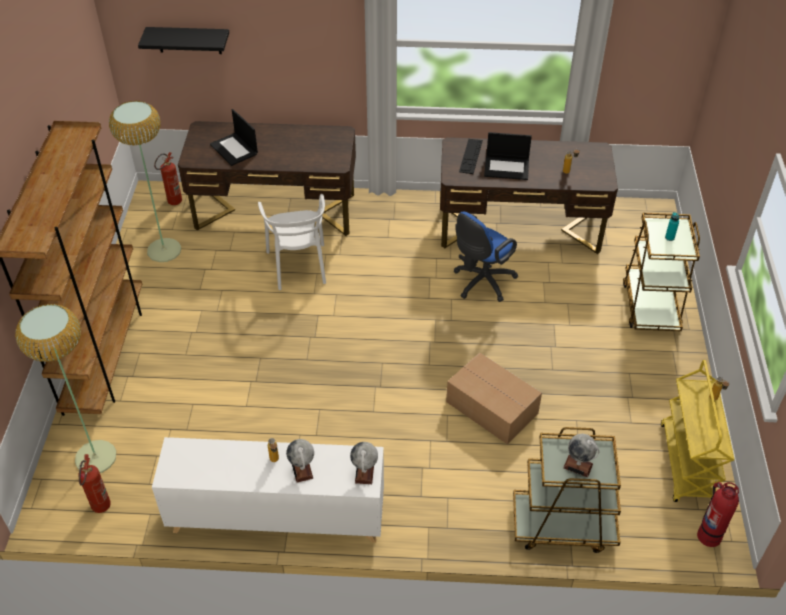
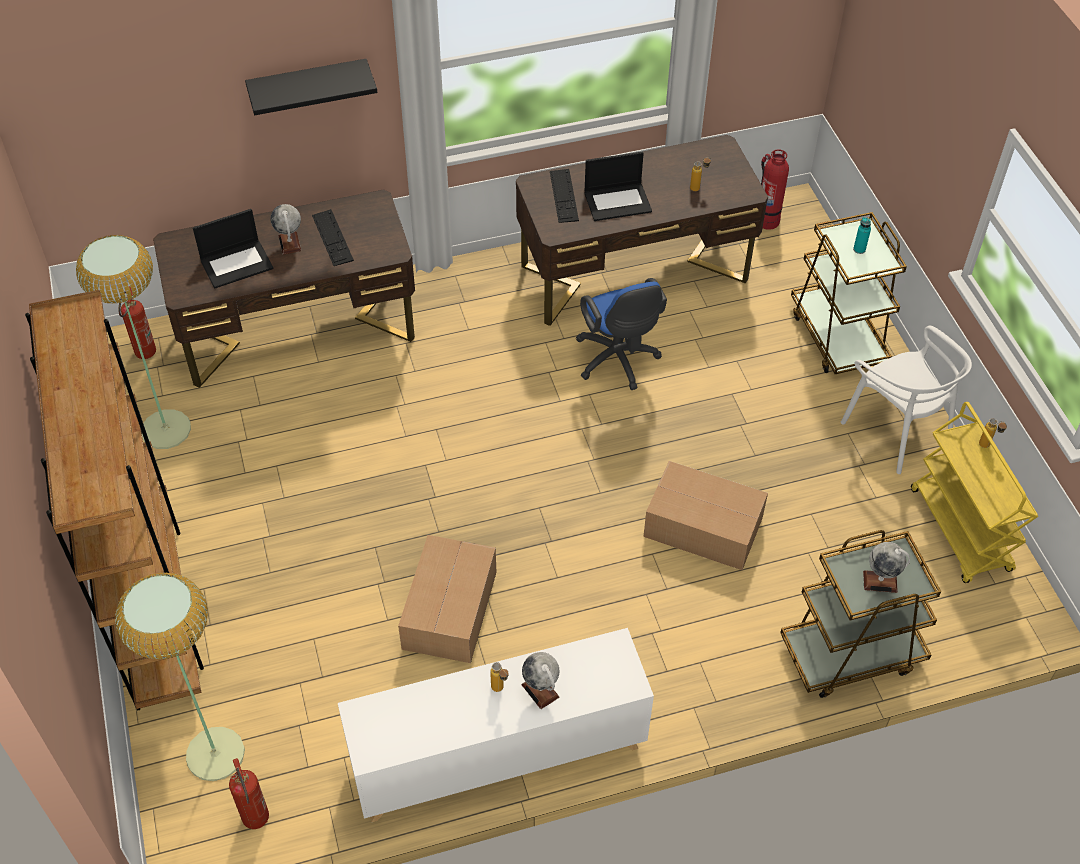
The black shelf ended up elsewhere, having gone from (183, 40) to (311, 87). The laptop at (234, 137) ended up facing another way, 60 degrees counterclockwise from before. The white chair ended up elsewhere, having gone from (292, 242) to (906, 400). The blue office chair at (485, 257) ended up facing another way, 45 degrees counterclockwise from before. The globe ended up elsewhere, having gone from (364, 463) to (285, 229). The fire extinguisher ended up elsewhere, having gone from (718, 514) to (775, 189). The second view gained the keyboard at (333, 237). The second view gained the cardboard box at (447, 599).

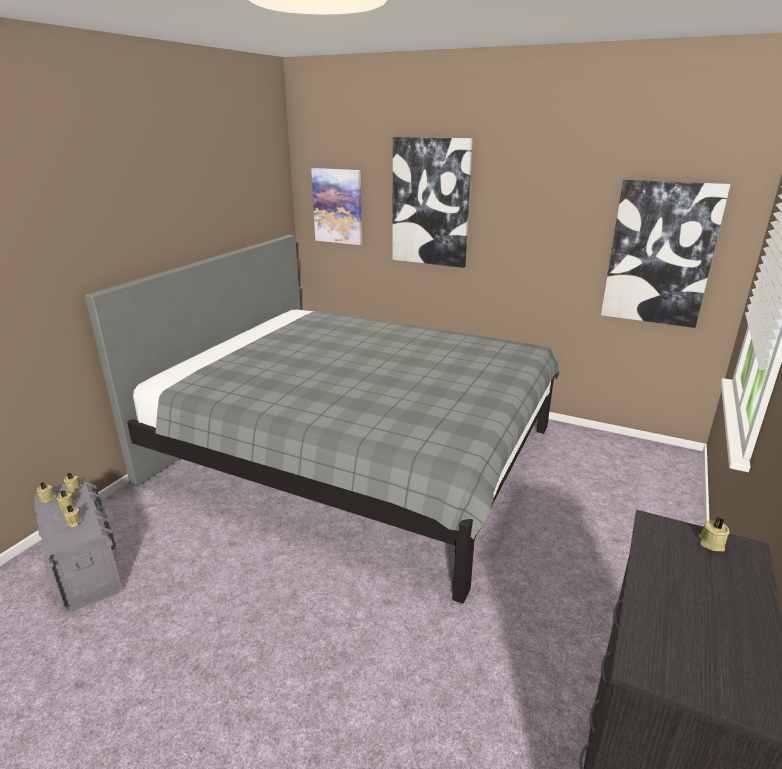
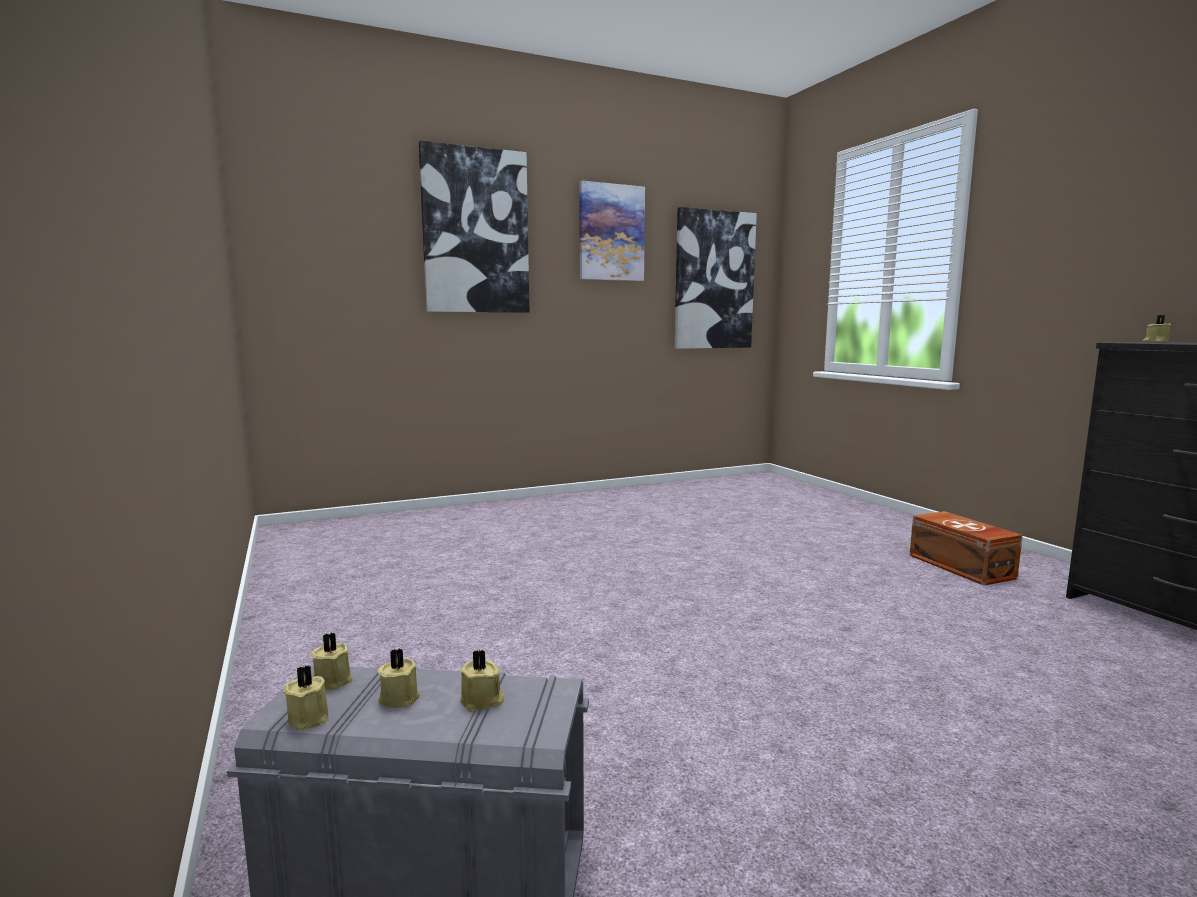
The picture ended up elsewhere, having gone from (336, 206) to (612, 231). The second view lost the grey bed at (322, 419). The second view gained the brown storage box at (966, 548).

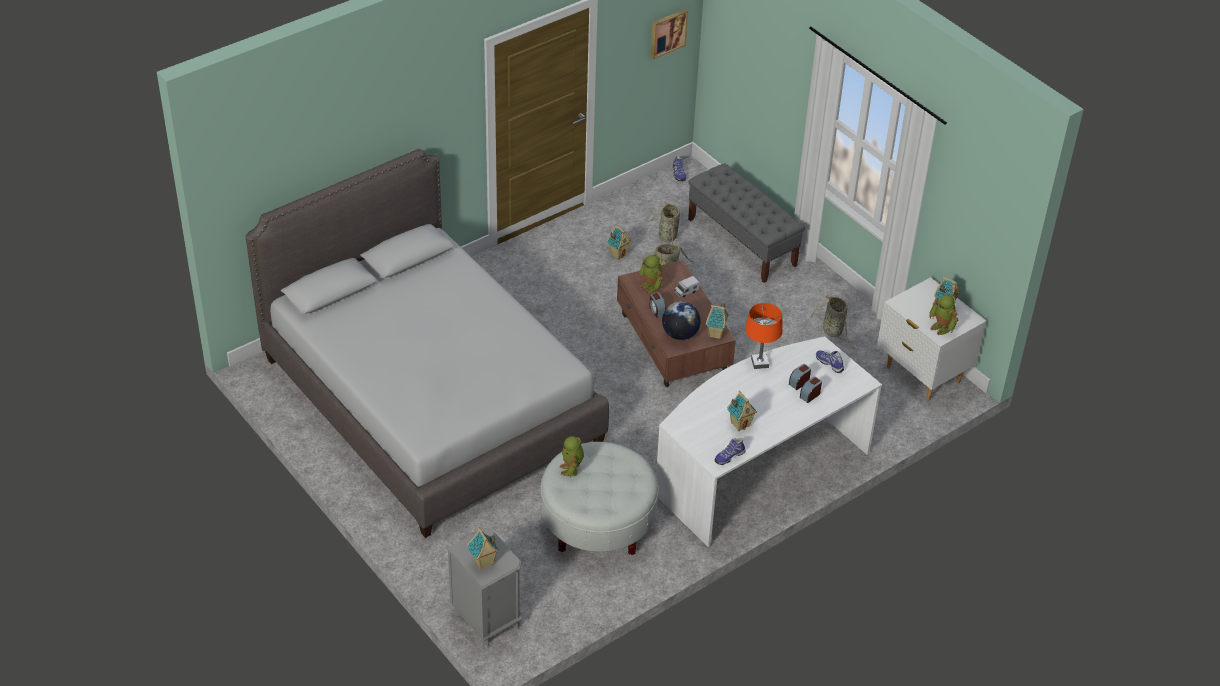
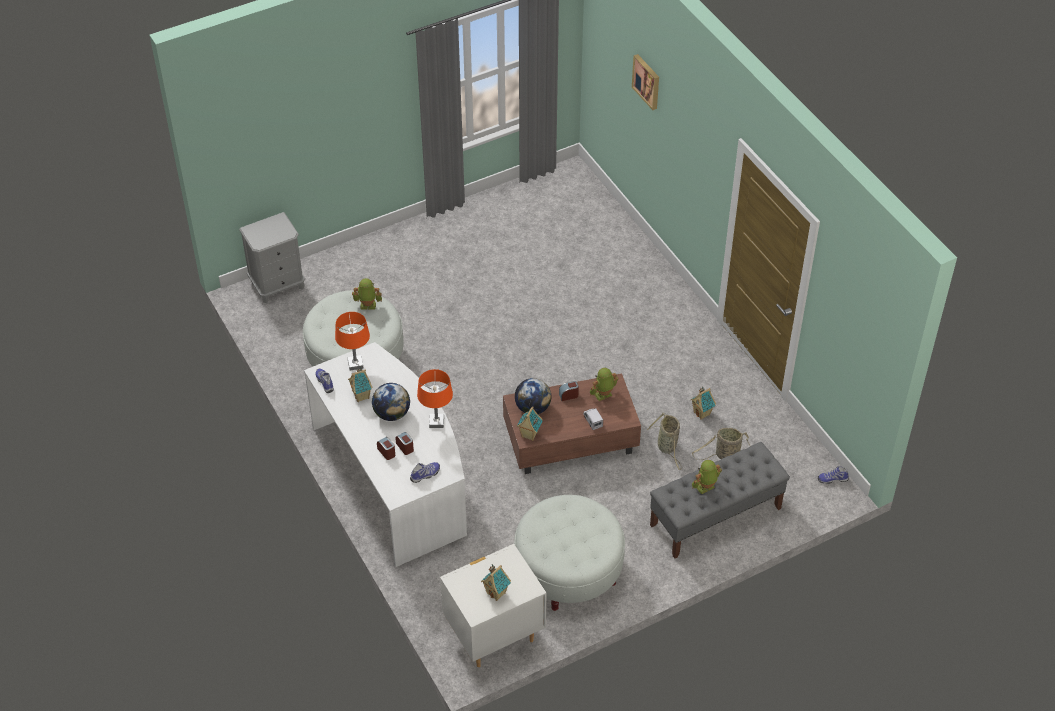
The picture ended up elsewhere, having gone from (669, 34) to (645, 82). The second view lost the grey bed at (427, 343). The toy robot ended up elsewhere, having gone from (943, 314) to (707, 477). Where the basket stood at (833, 322), the white ottoman came to stand at (569, 553). The second view lost the toy house at (483, 549). The second view gained the orange table lamp at (352, 341). The second view gained the globe at (391, 402).

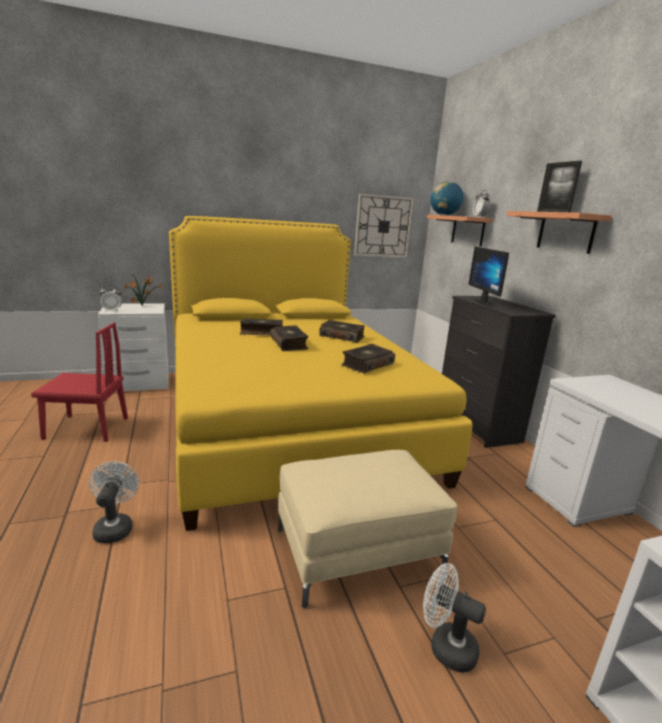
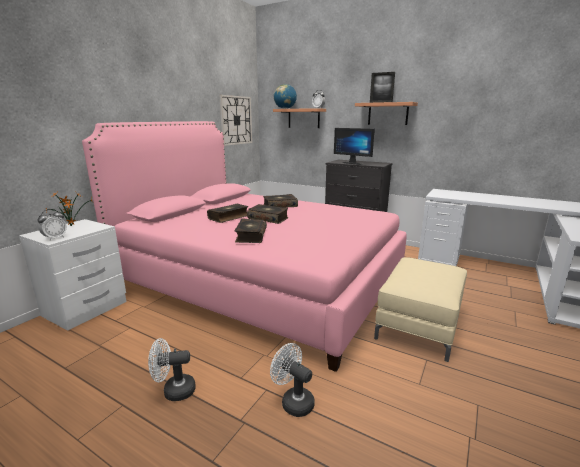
What was the yellow bed at (320, 373) turned into the pink bed at (244, 246). The second view lost the red chair at (79, 382). The book ended up elsewhere, having gone from (368, 358) to (250, 231). The white fan ended up elsewhere, having gone from (454, 618) to (172, 369).

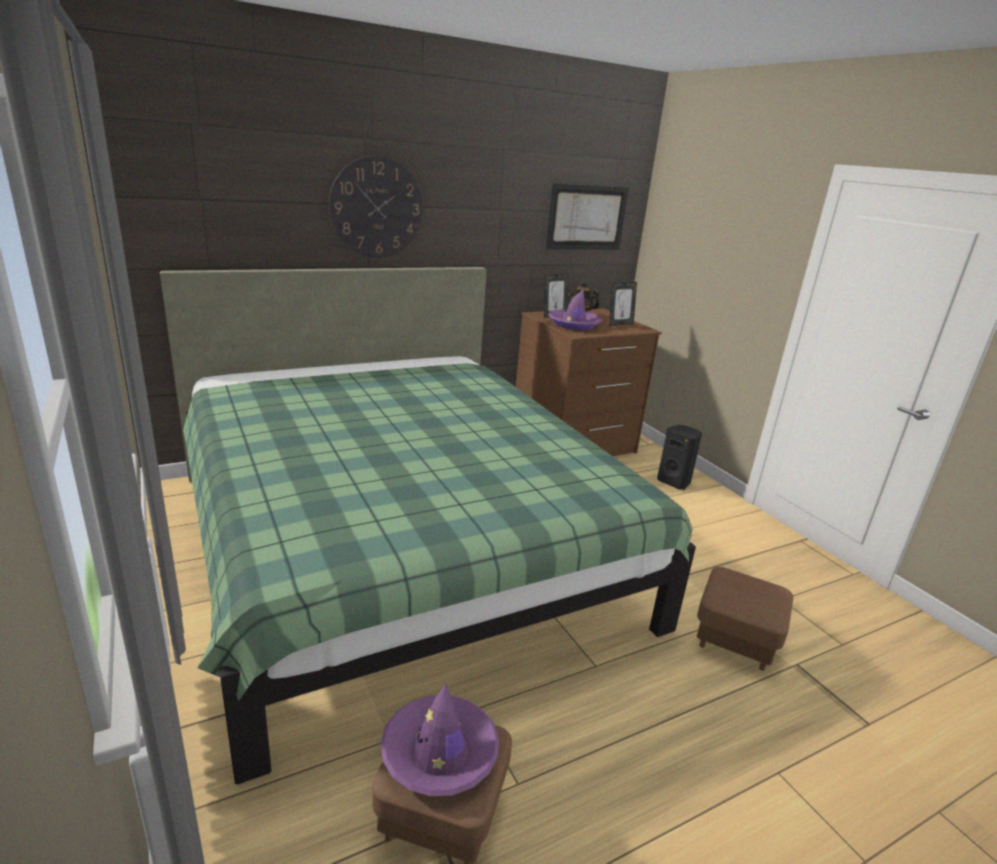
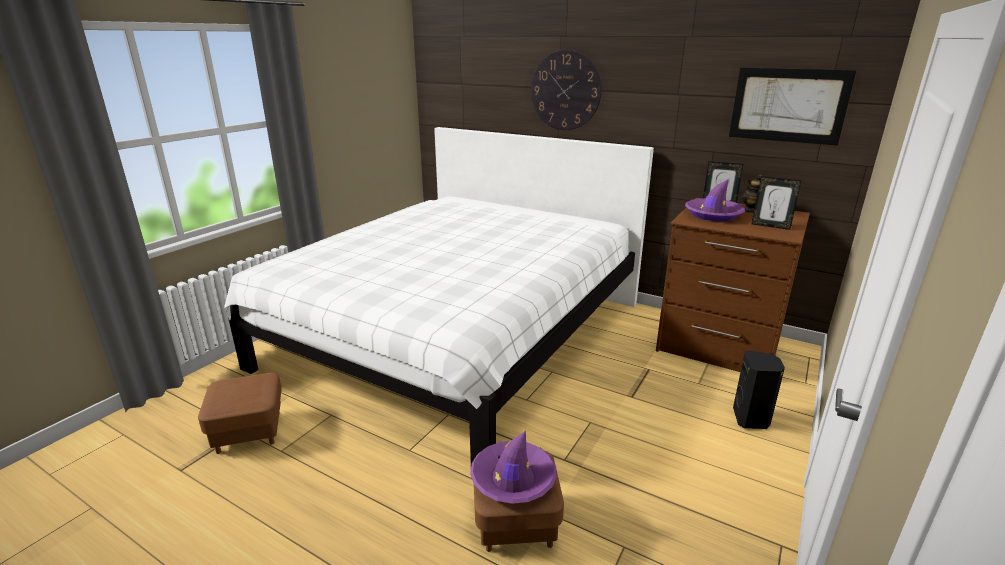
What was the green bed at (428, 525) turned into the white bed at (439, 295). The purple hat ended up elsewhere, having gone from (439, 739) to (513, 467).

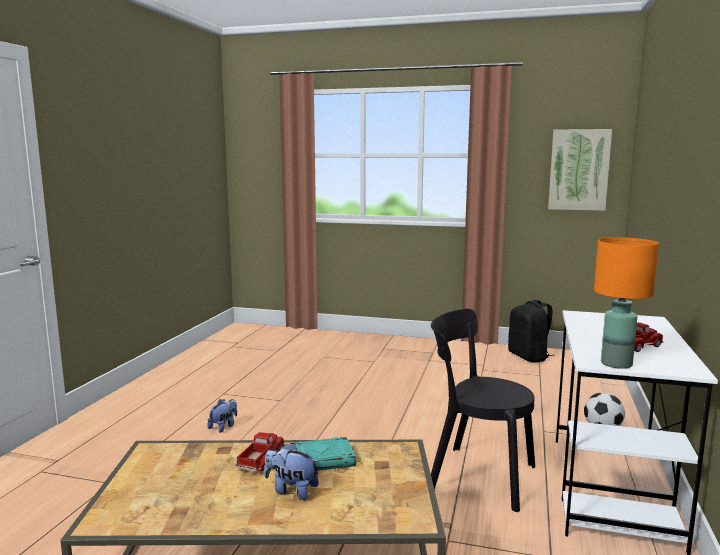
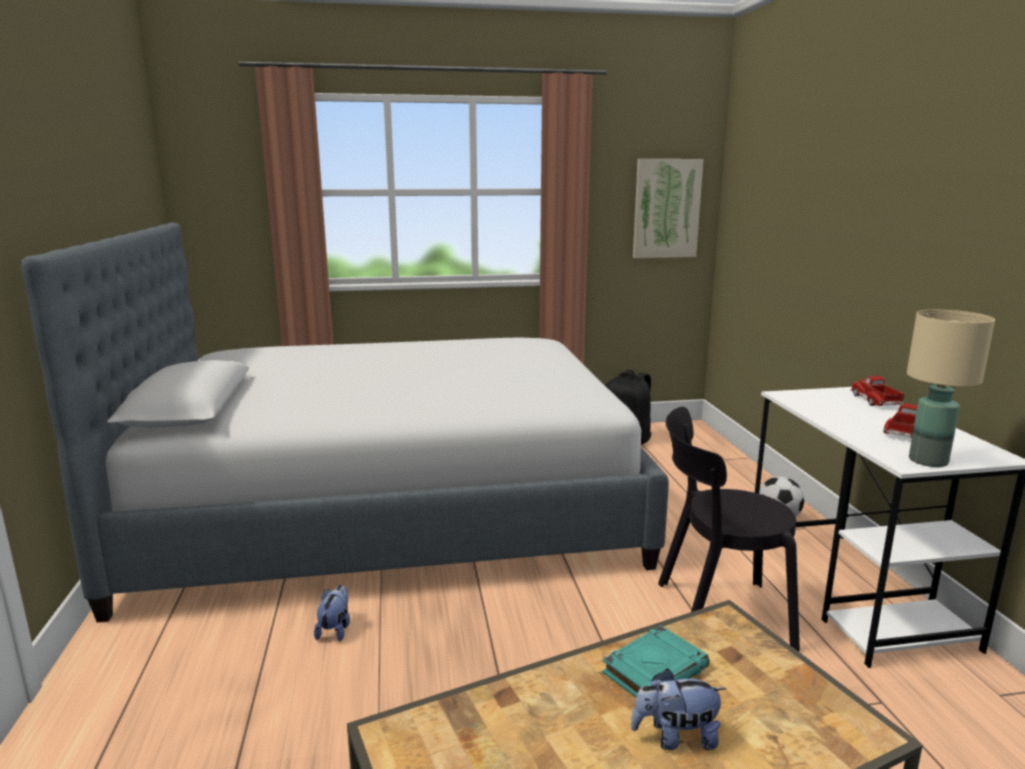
What was the orange table lamp at (626, 303) turned into the beige table lamp at (951, 388). The toy truck ended up elsewhere, having gone from (260, 452) to (877, 391). The second view gained the bed at (345, 422).

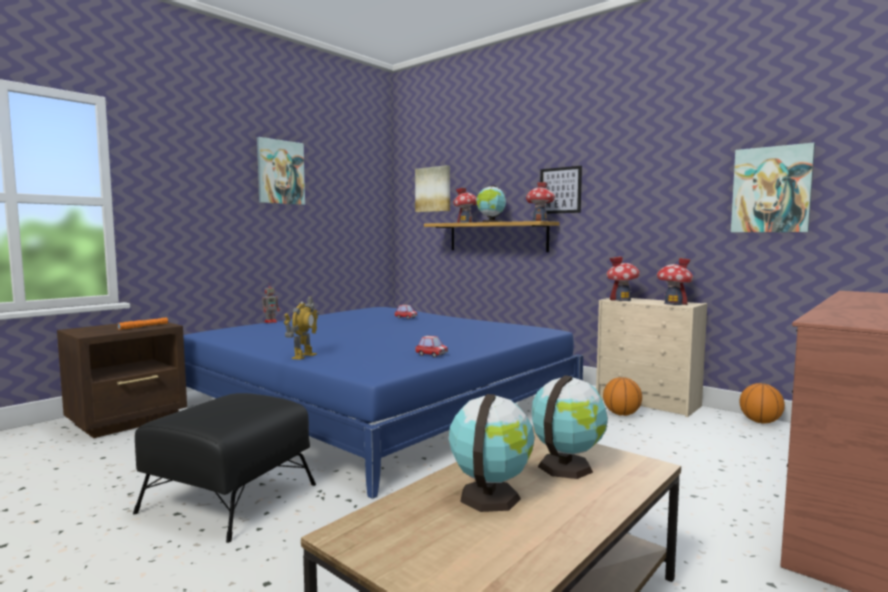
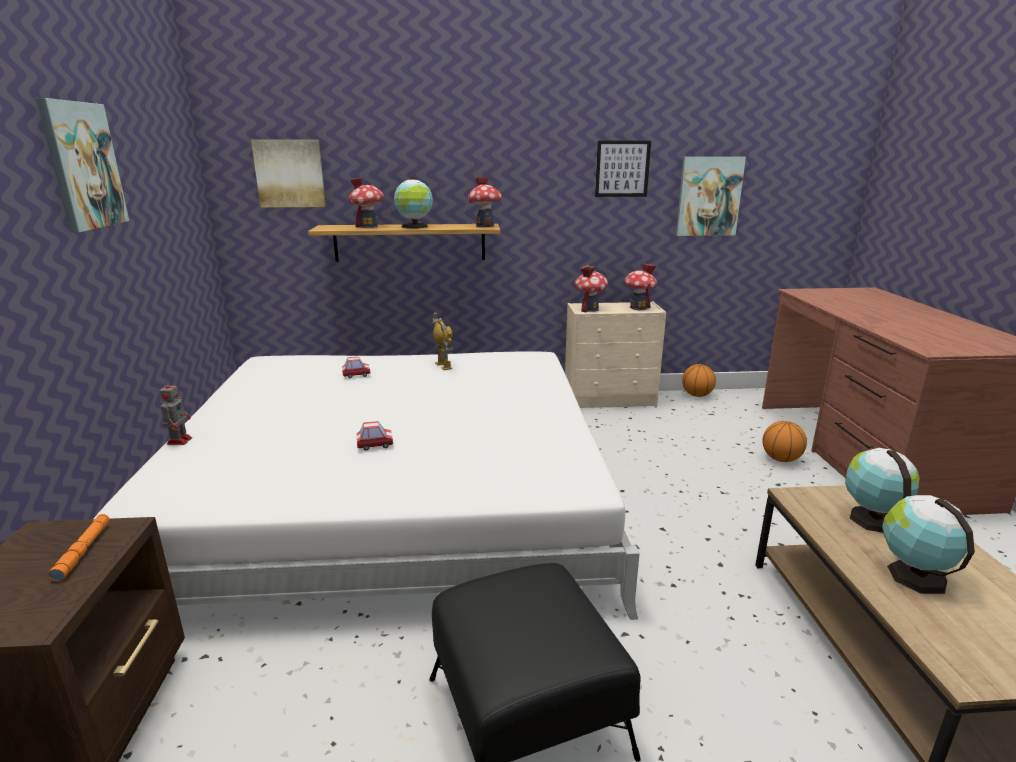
The picture ended up elsewhere, having gone from (561, 190) to (623, 169). The toy robot ended up elsewhere, having gone from (301, 328) to (442, 341). What was the blue bed at (383, 403) turned into the white bed at (366, 485). The toy car ended up elsewhere, having gone from (431, 346) to (375, 435). The basketball ended up elsewhere, having gone from (622, 396) to (784, 441).

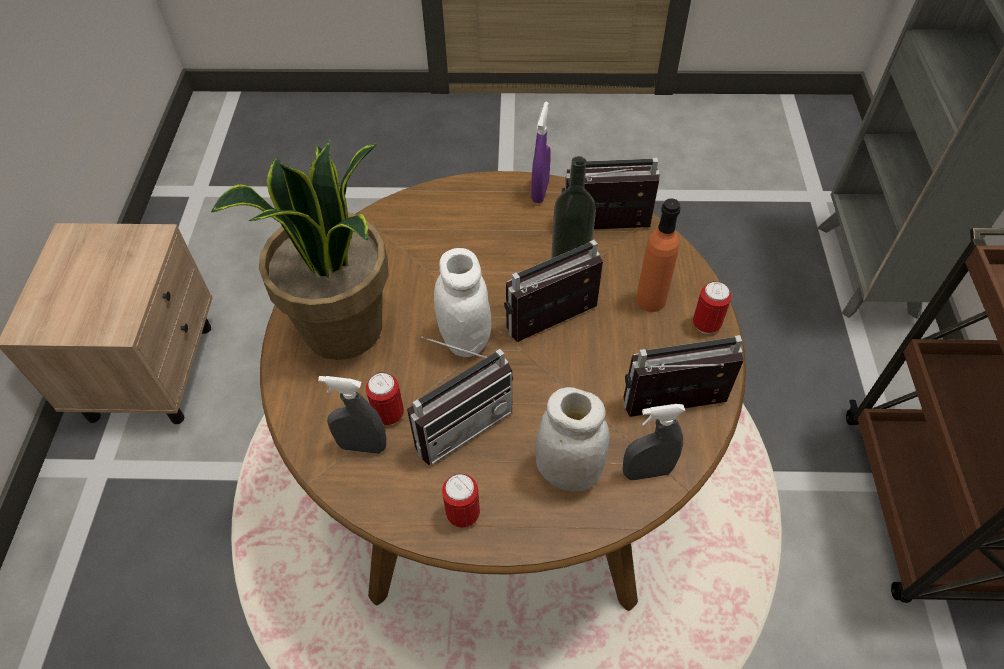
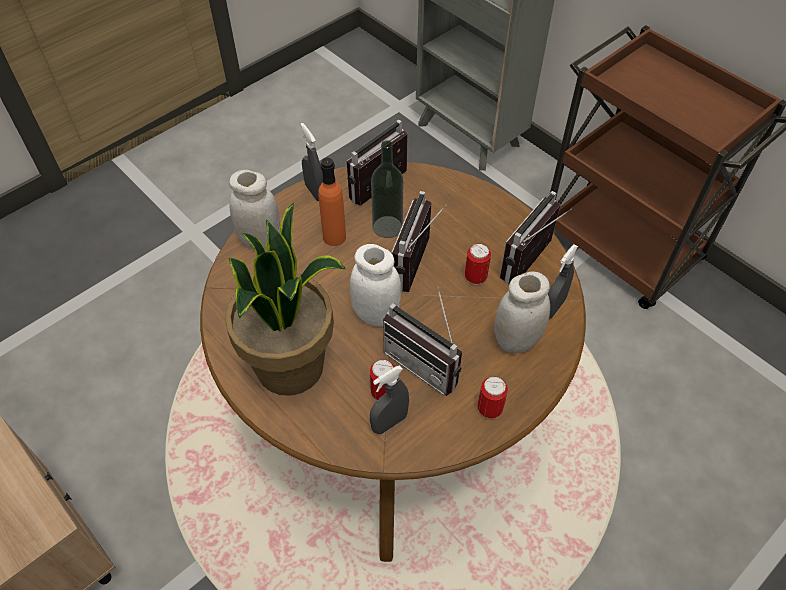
What was the purple spray bottle at (541, 152) turned into the grey spray bottle at (311, 162). The orange bottle ended up elsewhere, having gone from (658, 255) to (332, 202). The can ended up elsewhere, having gone from (712, 307) to (478, 264). The radio at (460, 400) ended up facing another way, 120 degrees clockwise from before. The second view gained the white jar at (254, 210).

